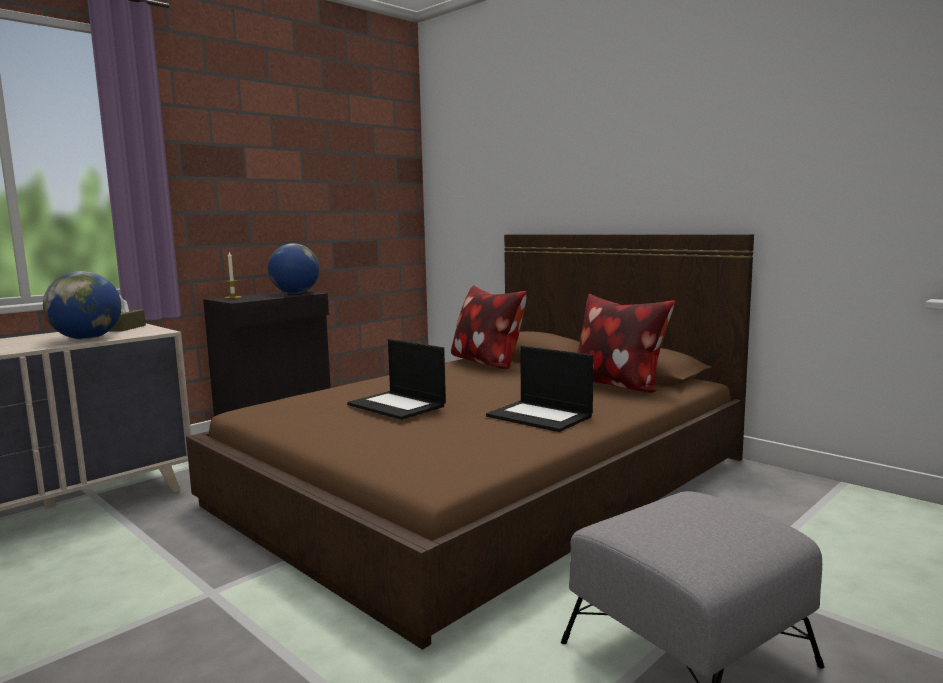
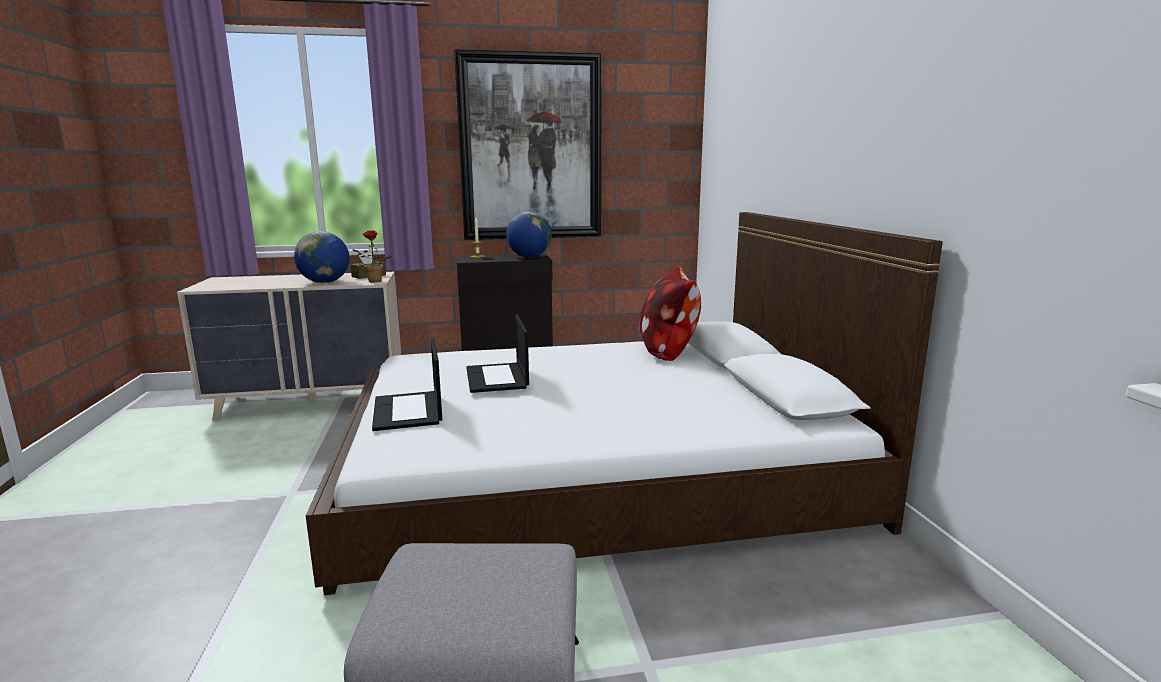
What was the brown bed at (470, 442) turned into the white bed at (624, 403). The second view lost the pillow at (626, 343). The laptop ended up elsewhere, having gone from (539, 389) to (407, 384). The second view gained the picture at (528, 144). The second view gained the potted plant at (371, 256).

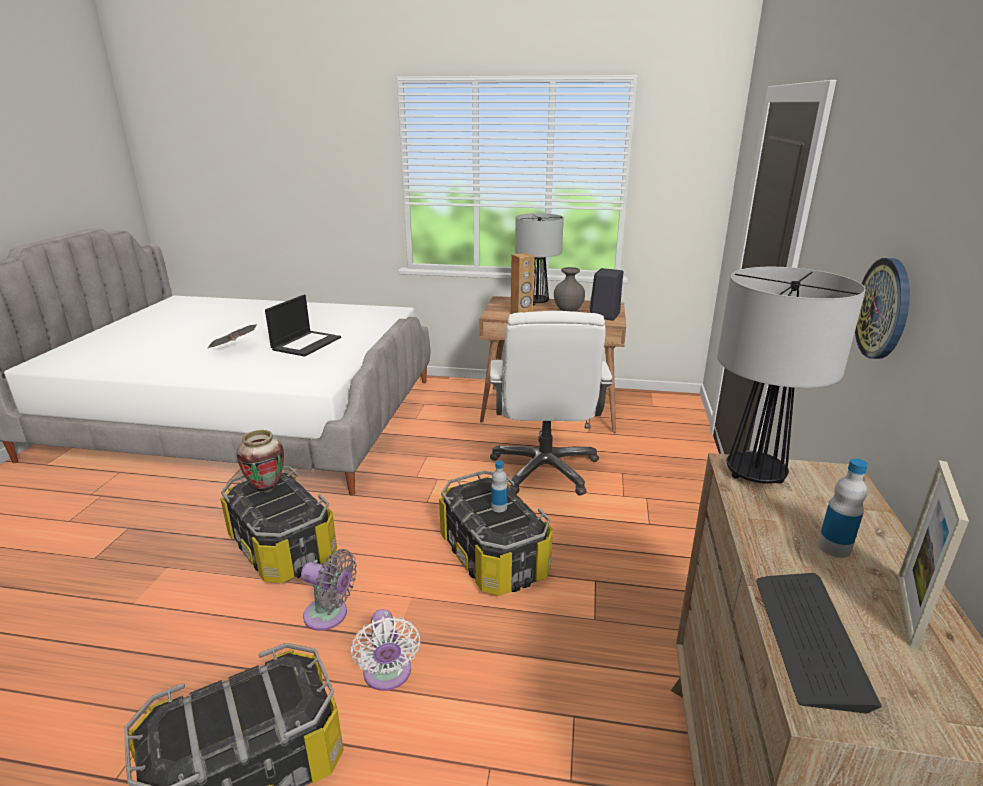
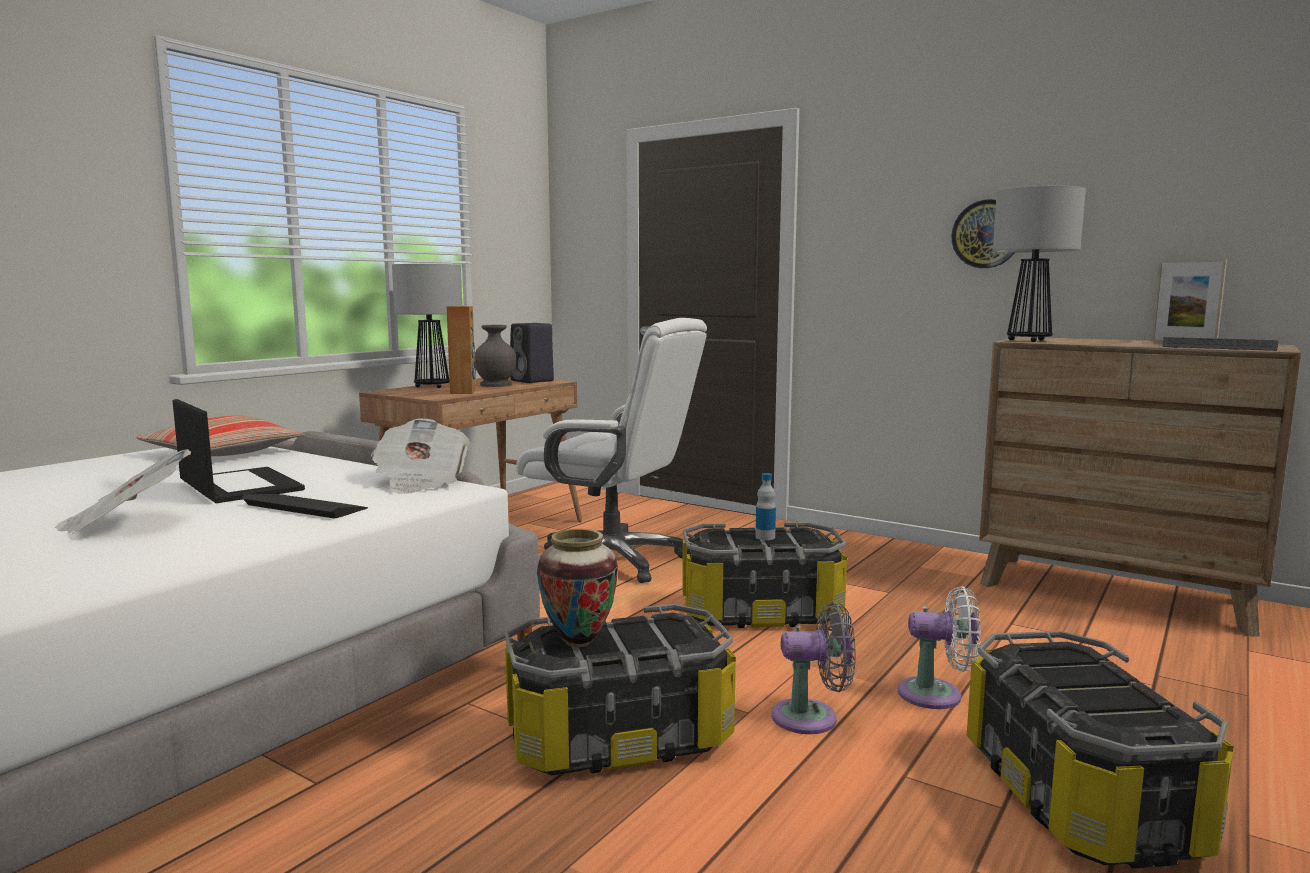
The second view lost the bottle at (843, 508). The grey fan at (329, 590) ended up facing another way, 45 degrees clockwise from before. The second view gained the pillow at (220, 436). The second view gained the newspaper at (420, 456). The second view gained the keyboard at (305, 506).

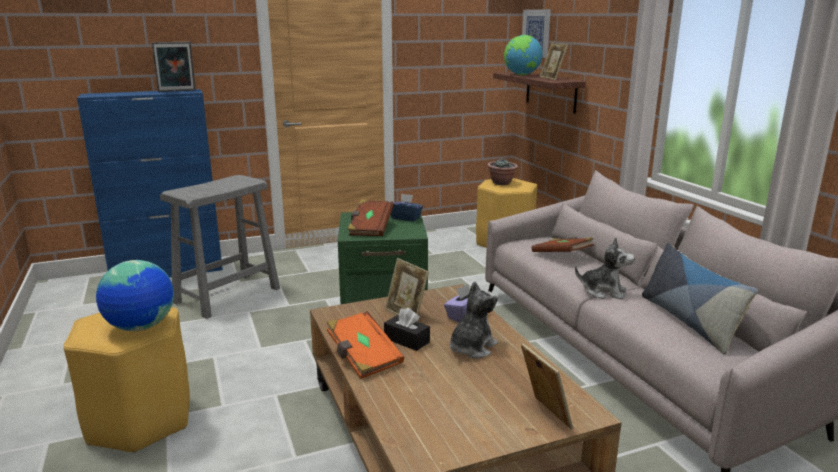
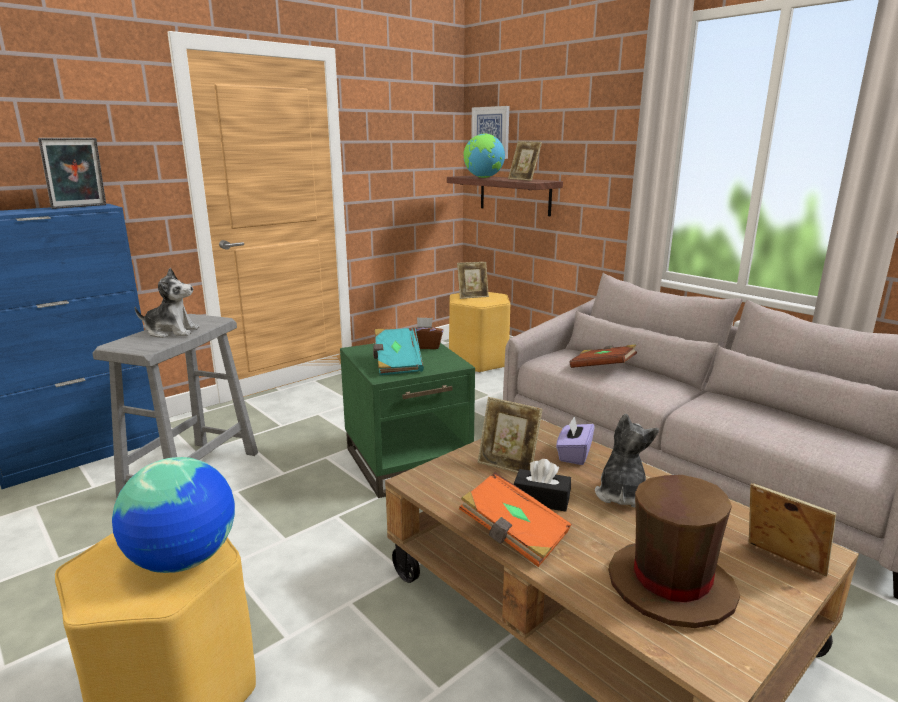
Where the potted plant stood at (502, 172), the picture frame came to stand at (473, 280). What was the blue tissue box at (406, 207) turned into the brown tissue box at (426, 333). What was the brown book at (371, 217) turned into the turquoise book at (398, 351). The plush toy ended up elsewhere, having gone from (605, 268) to (167, 303). The second view lost the pillow at (699, 298). The second view gained the brown hat at (674, 551).

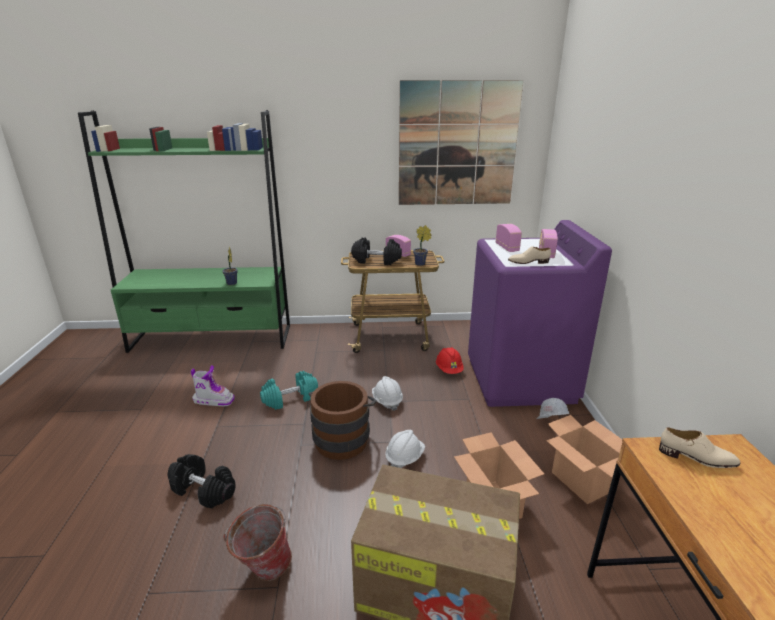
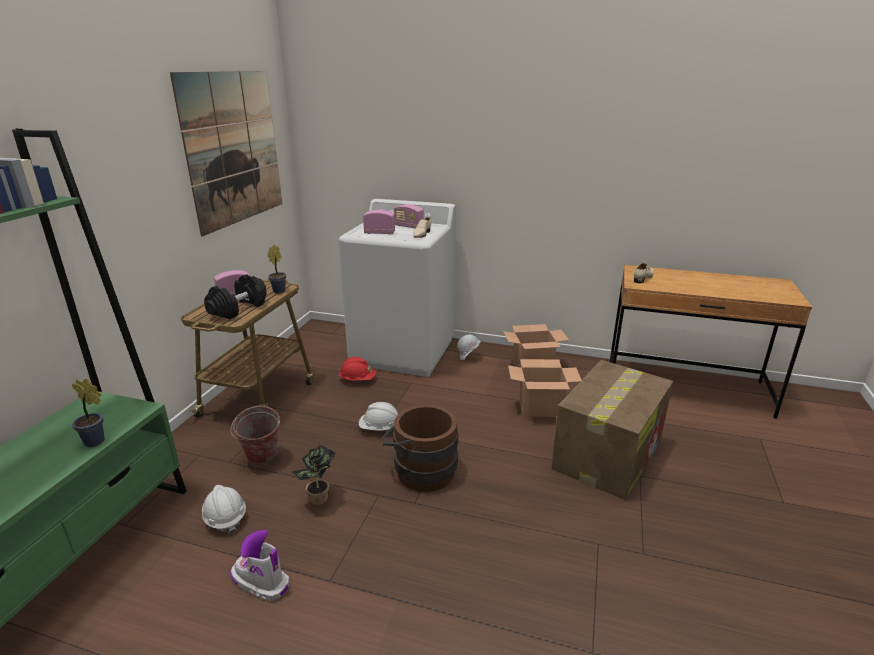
What was the purple washing machine at (540, 313) turned into the white washing machine at (397, 288). The boot at (213, 385) ended up facing another way, 90 degrees counterclockwise from before. Where the turquoise dumbbell stood at (289, 390), the potted plant came to stand at (314, 475). The white hard hat ended up elsewhere, having gone from (405, 449) to (224, 509). The second view lost the black dumbbell at (201, 481). The bucket ended up elsewhere, having gone from (257, 542) to (255, 433).

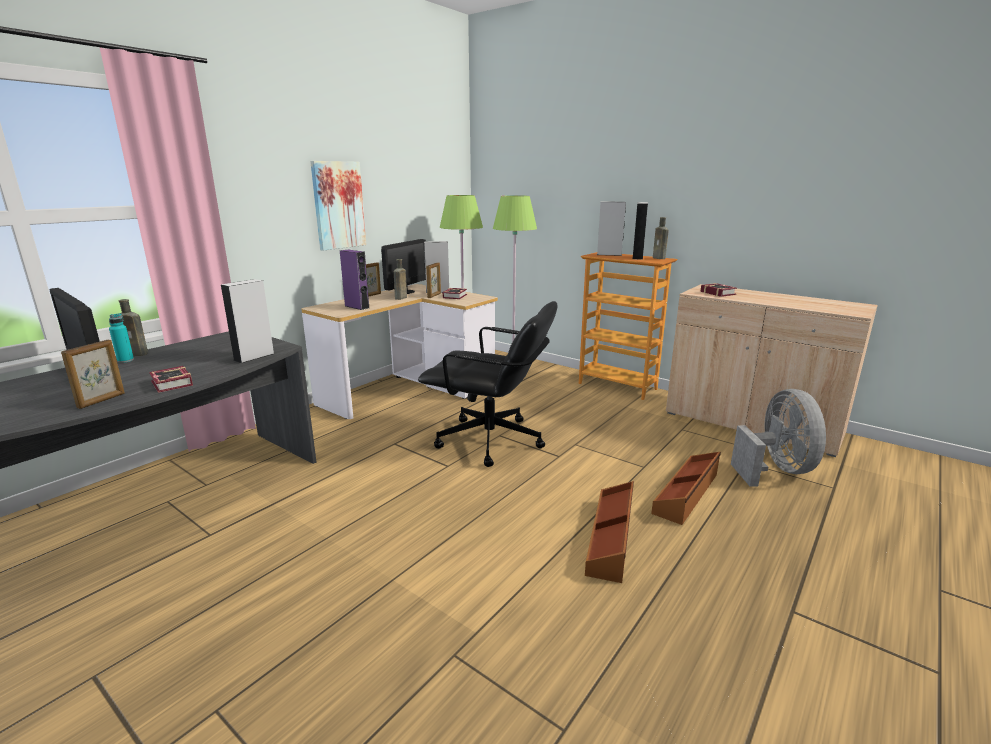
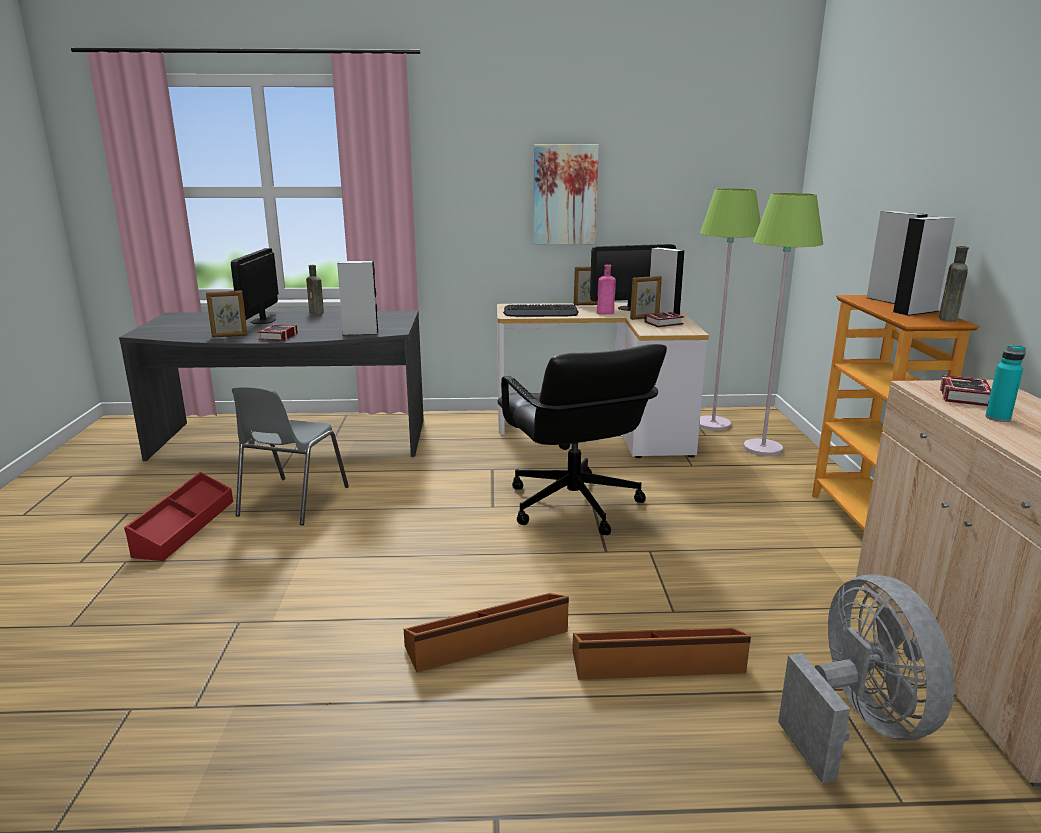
Where the purple speaker stood at (354, 280), the keyboard came to stand at (541, 310). What was the brown bottle at (400, 279) turned into the pink bottle at (606, 290). The turquoise bottle ended up elsewhere, having gone from (121, 338) to (1005, 383). The grey fan at (778, 438) ended up facing another way, 60 degrees counterclockwise from before. The second view gained the grey chair at (290, 455). The second view gained the red storage box at (178, 516).

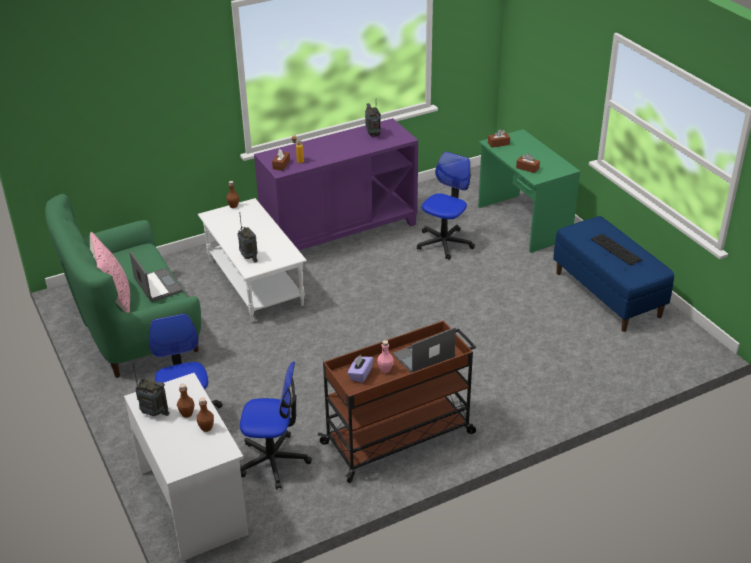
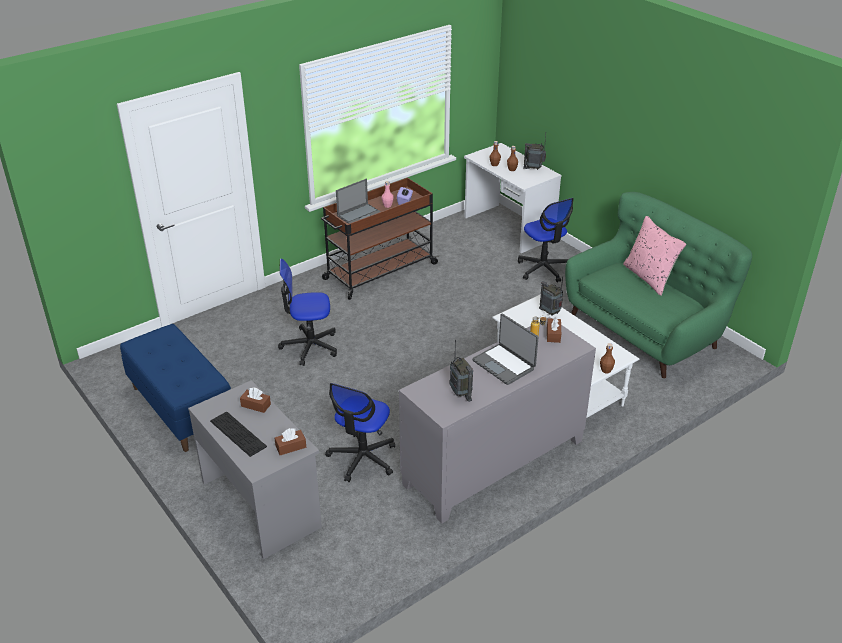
What was the purple cabinet at (336, 184) turned into the grey cabinet at (497, 420). What was the green desk at (529, 191) turned into the grey desk at (255, 469). The keyboard ended up elsewhere, having gone from (616, 250) to (238, 434). The laptop ended up elsewhere, having gone from (156, 276) to (505, 349). The office chair ended up elsewhere, having gone from (276, 425) to (307, 312).

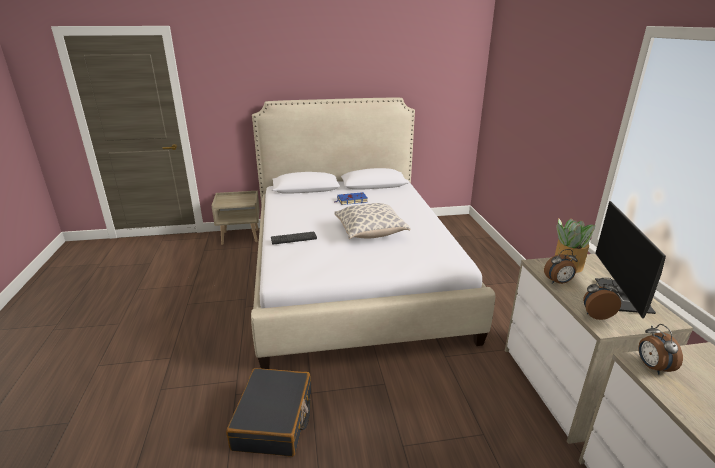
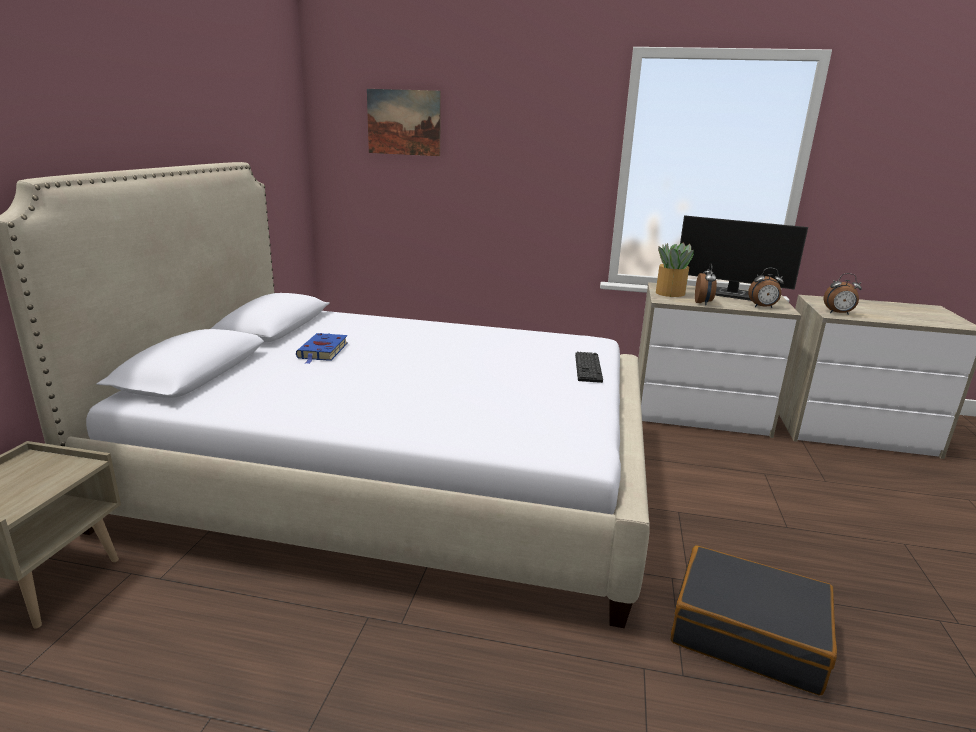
The second view lost the pillow at (372, 221). The keyboard ended up elsewhere, having gone from (294, 238) to (589, 367). The alarm clock at (602, 299) ended up facing another way, 105 degrees counterclockwise from before. The second view gained the picture at (404, 122).

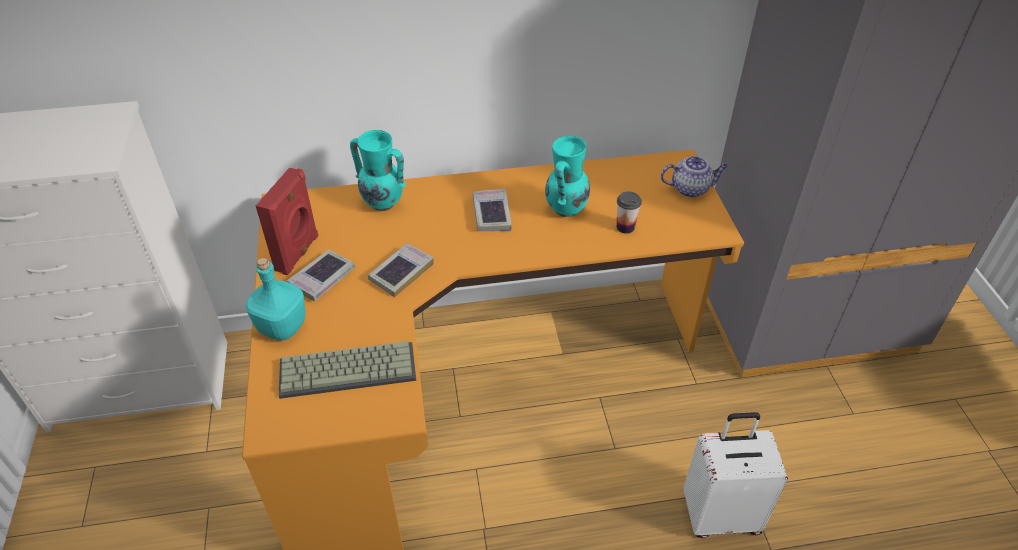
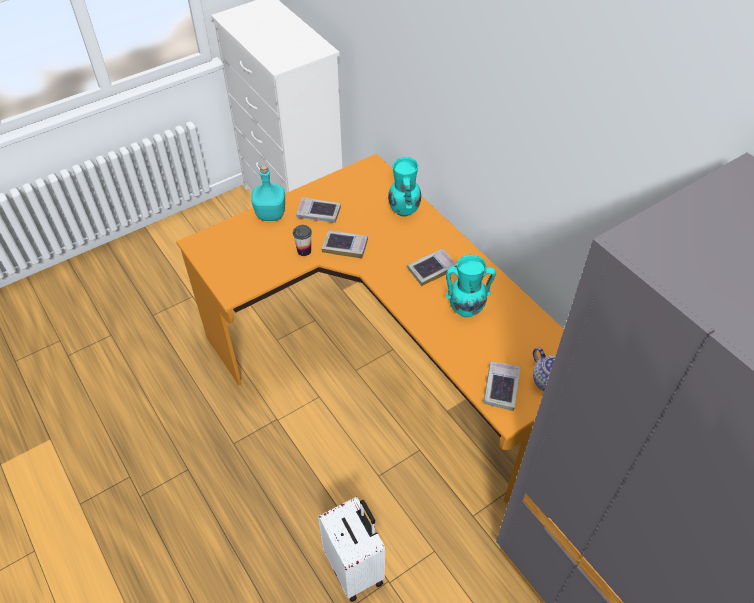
The second view lost the red speaker at (287, 221). The cup ended up elsewhere, having gone from (629, 212) to (302, 240). The second view lost the keyboard at (347, 370). The second view gained the book at (502, 386).

